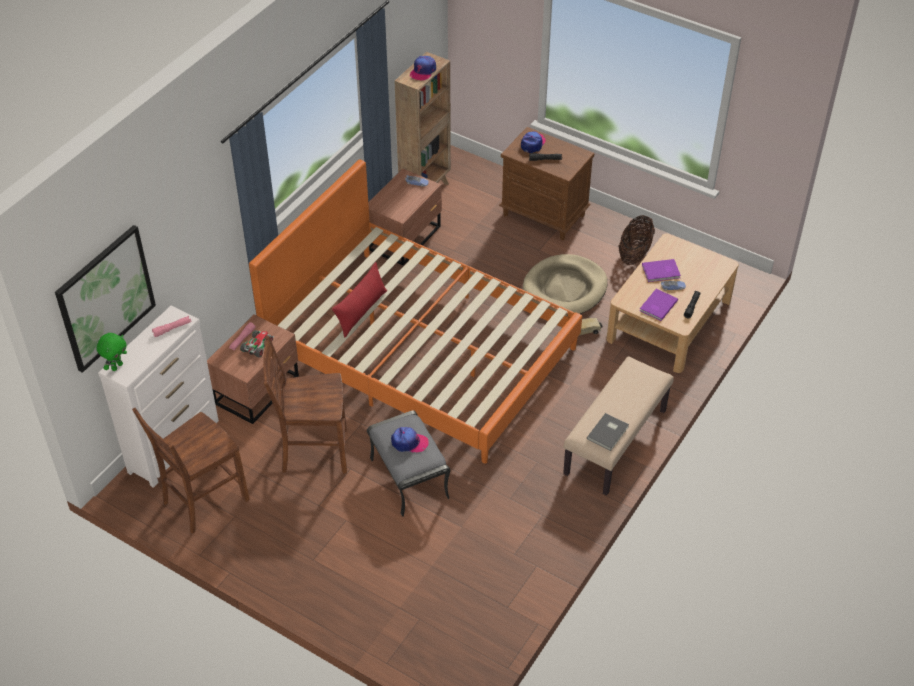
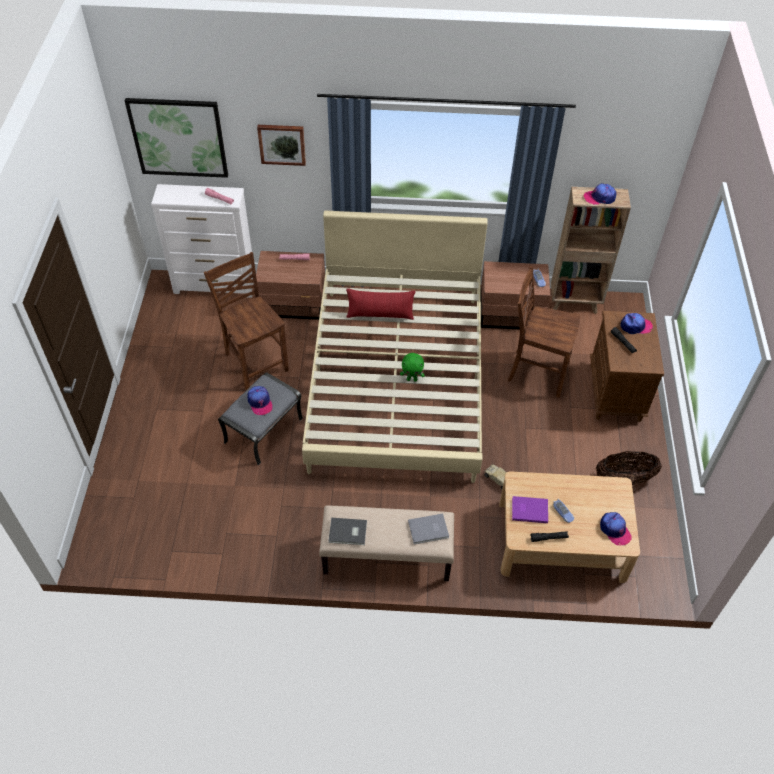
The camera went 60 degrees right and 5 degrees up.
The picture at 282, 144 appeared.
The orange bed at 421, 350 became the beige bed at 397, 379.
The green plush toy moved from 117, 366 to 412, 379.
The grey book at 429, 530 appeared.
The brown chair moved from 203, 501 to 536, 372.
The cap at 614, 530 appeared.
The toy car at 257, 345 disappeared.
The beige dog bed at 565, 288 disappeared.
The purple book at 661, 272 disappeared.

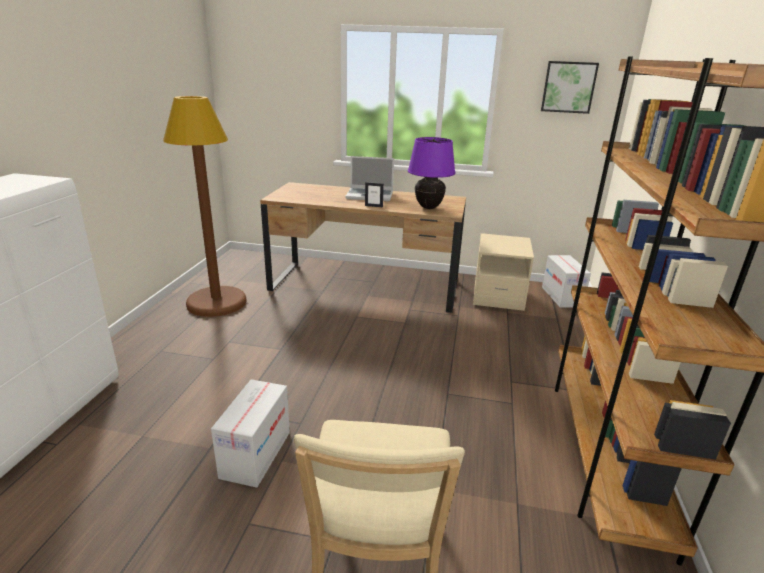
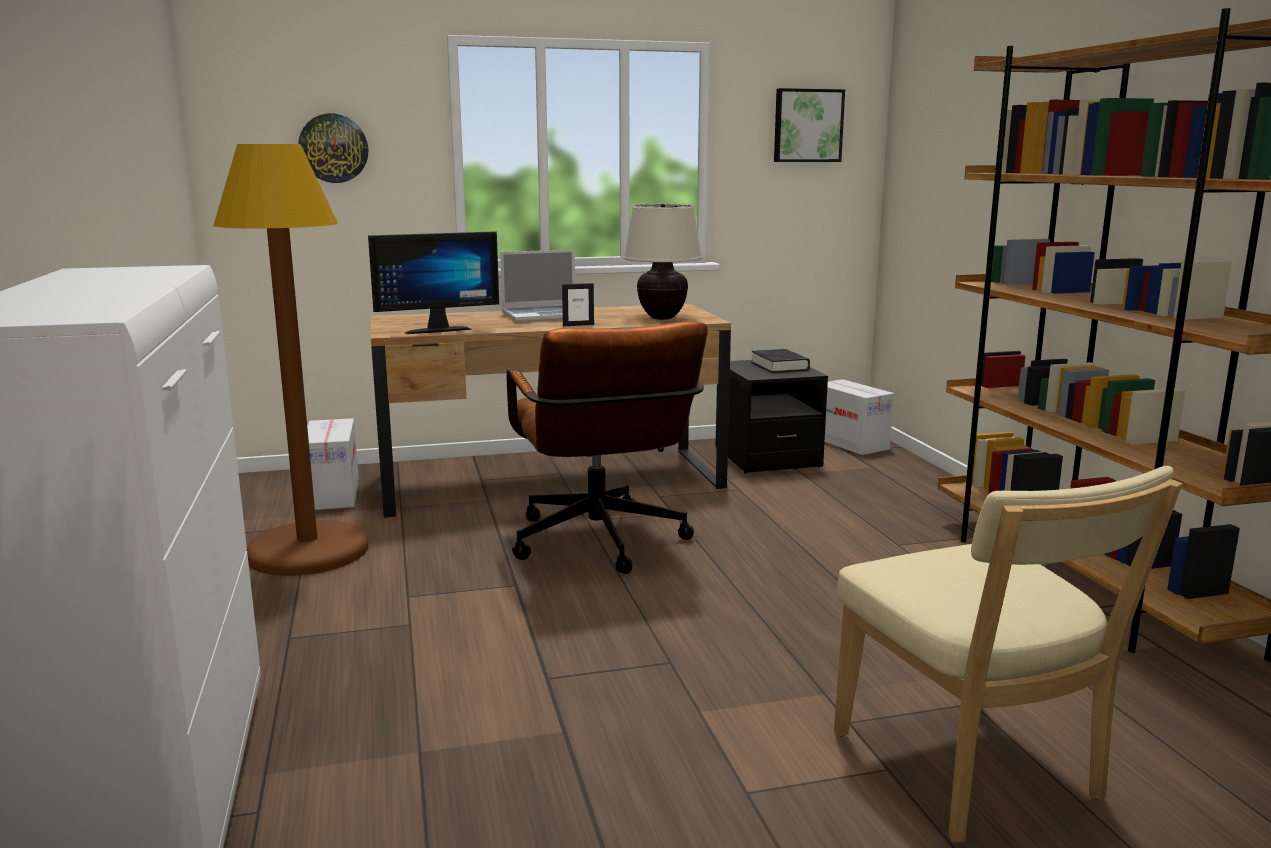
The camera went 25 degrees left and 10 degrees down.
The wall clock at 333, 148 appeared.
The cardboard box moved from 255, 454 to 333, 494.
The monitor at 436, 330 appeared.
The brown office chair at 602, 546 appeared.
The purple table lamp at 428, 207 became the beige table lamp at 662, 318.
The beige nightstand at 498, 296 became the black nightstand at 767, 458.
The black book at 779, 366 appeared.

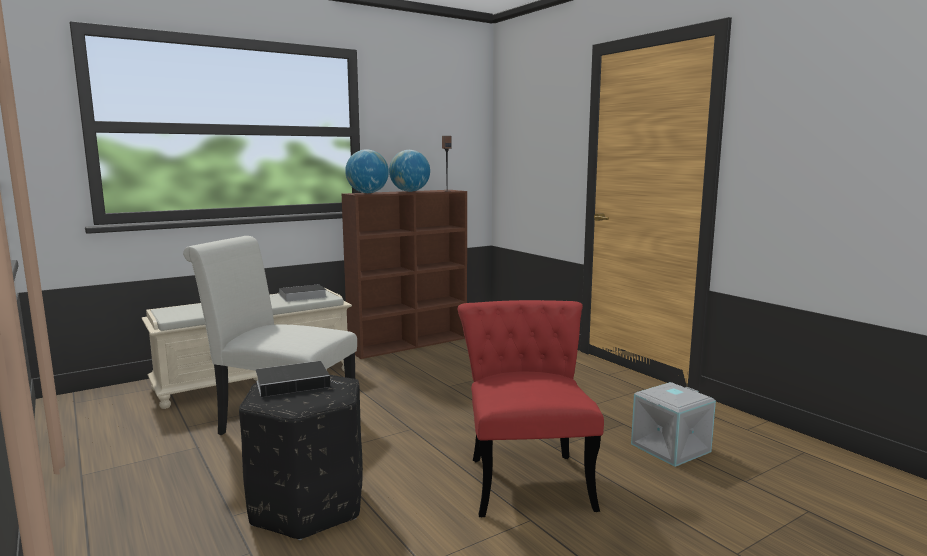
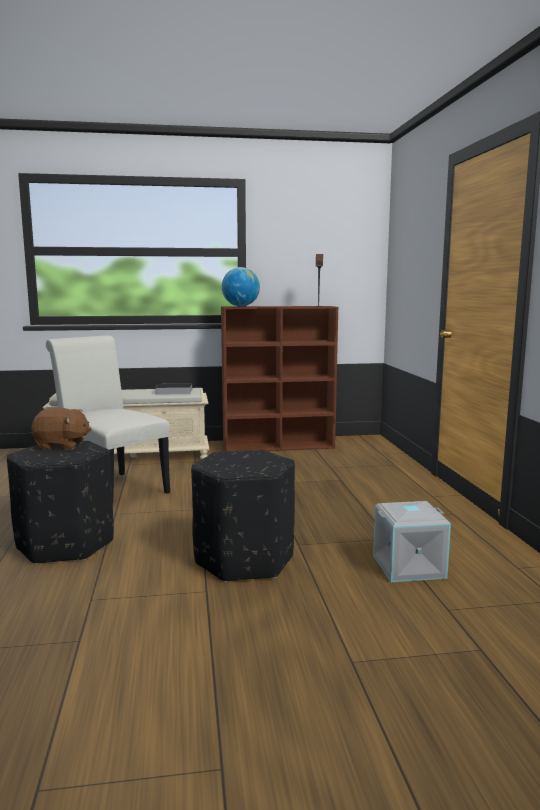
The camera went 25 degrees right and 0 degrees up.
The book at 295, 383 was replaced by the brown plush toy at 62, 446.
The red chair at 526, 476 was replaced by the black ottoman at 245, 560.
The globe at 409, 191 disappeared.

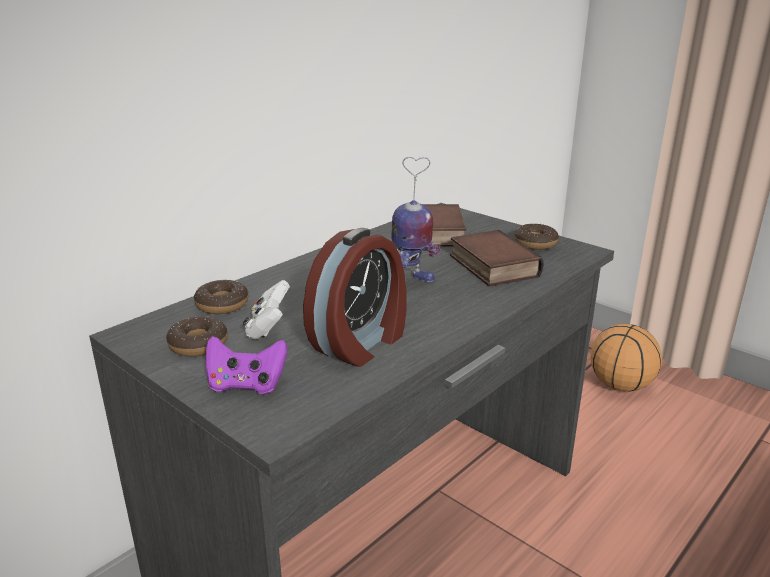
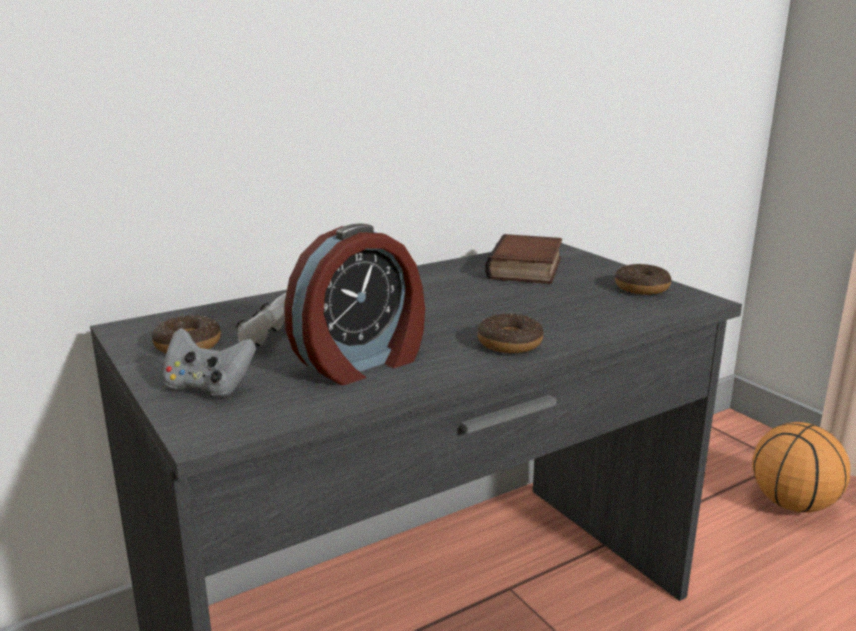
The camera went 15 degrees right and 5 degrees down.
The purple game controller at 246, 385 became the grey game controller at 208, 387.
The donut moved from 222, 304 to 509, 343.
The toy robot at 409, 285 disappeared.
The book at 490, 266 disappeared.

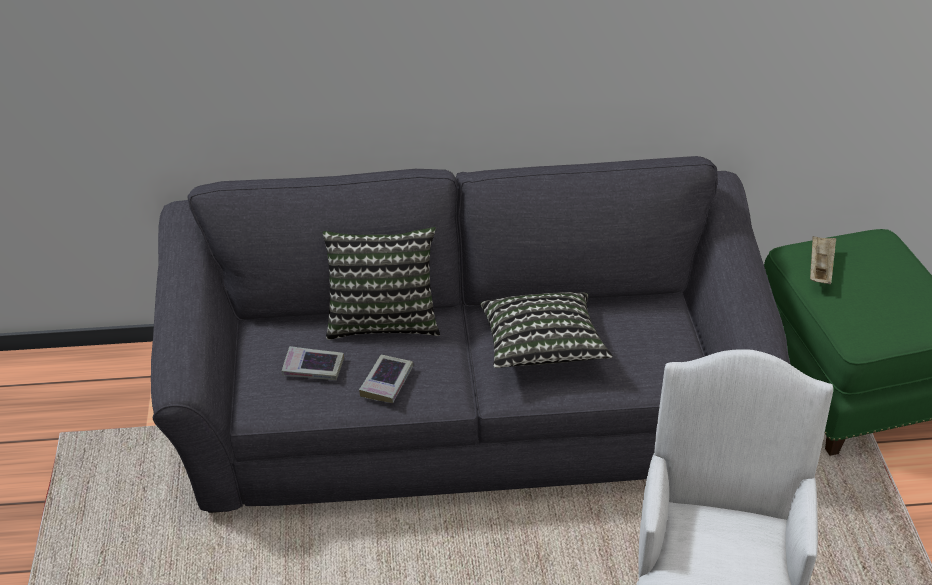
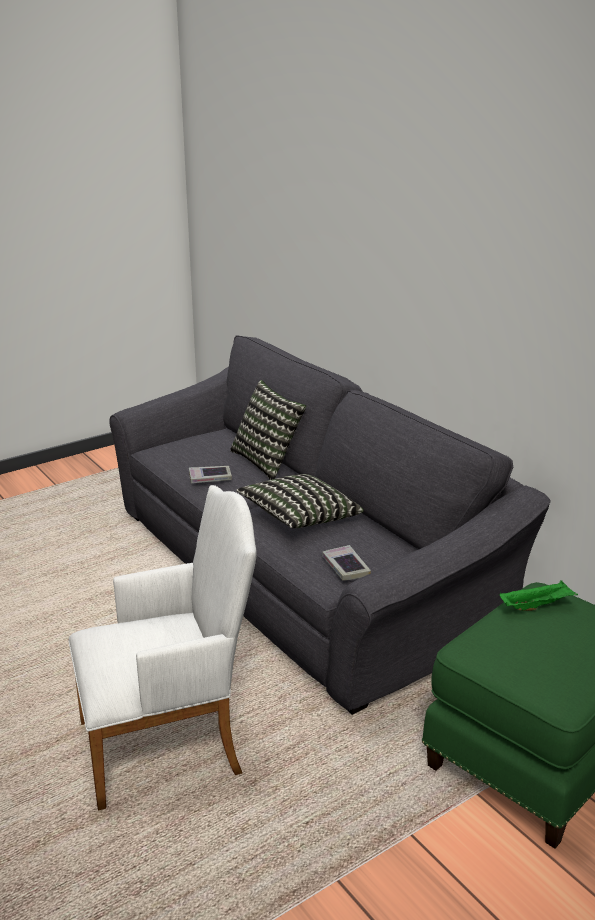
The camera went 60 degrees right and 15 degrees down.
The book moved from 313, 368 to 345, 567.
The beige tray at 819, 269 became the green tray at 536, 605.

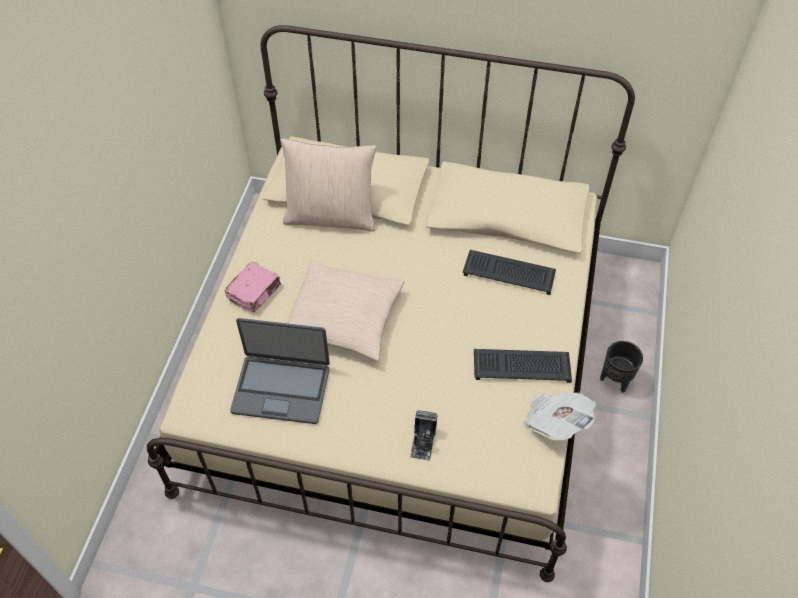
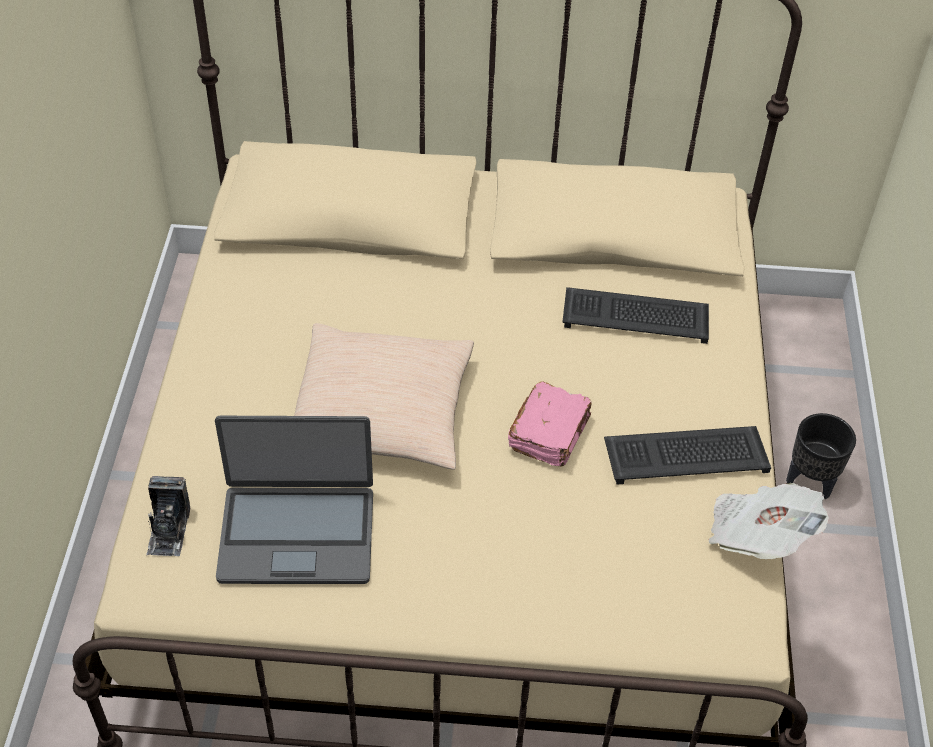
The camera went 10 degrees left and 5 degrees down.
The photo camera moved from 423, 442 to 169, 530.
The pink book moved from 255, 292 to 550, 433.
The beige pillow at 331, 216 disappeared.

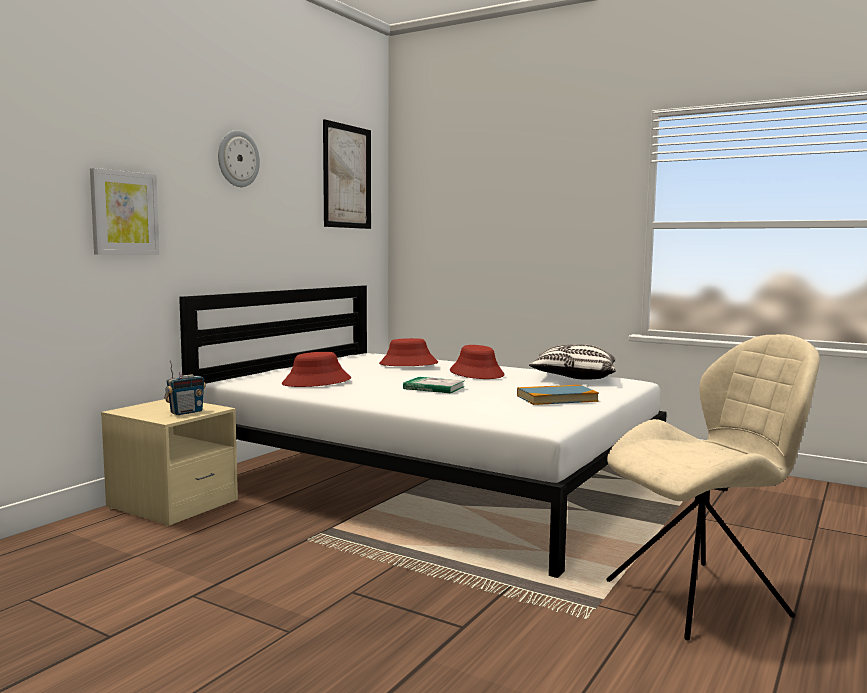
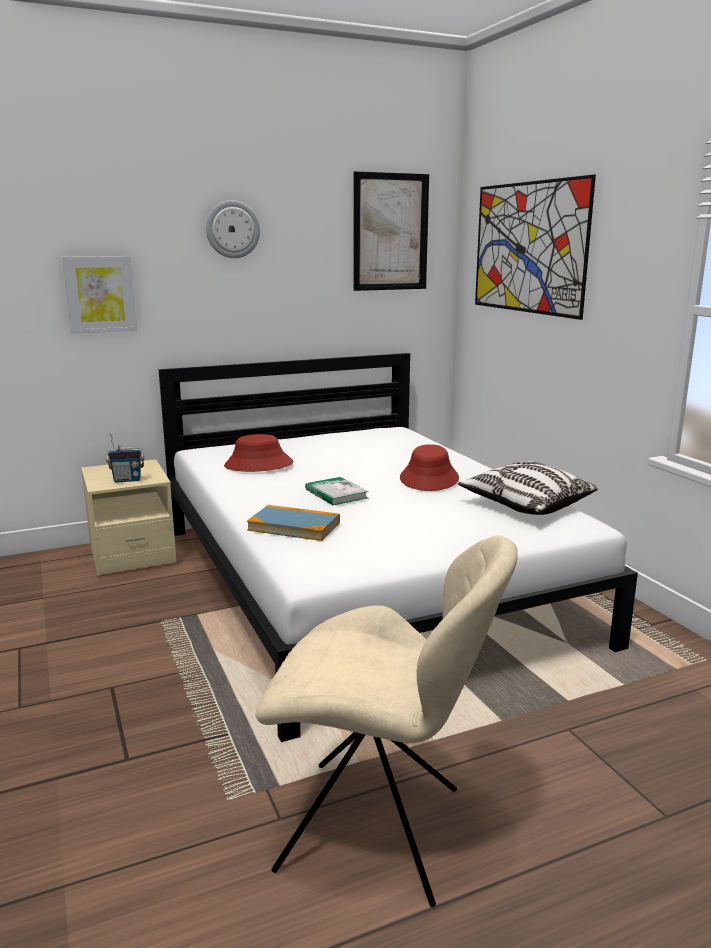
The camera went 35 degrees right and 10 degrees up.
The book moved from 557, 398 to 294, 526.
The picture at 528, 248 appeared.
The red hat at 408, 364 disappeared.

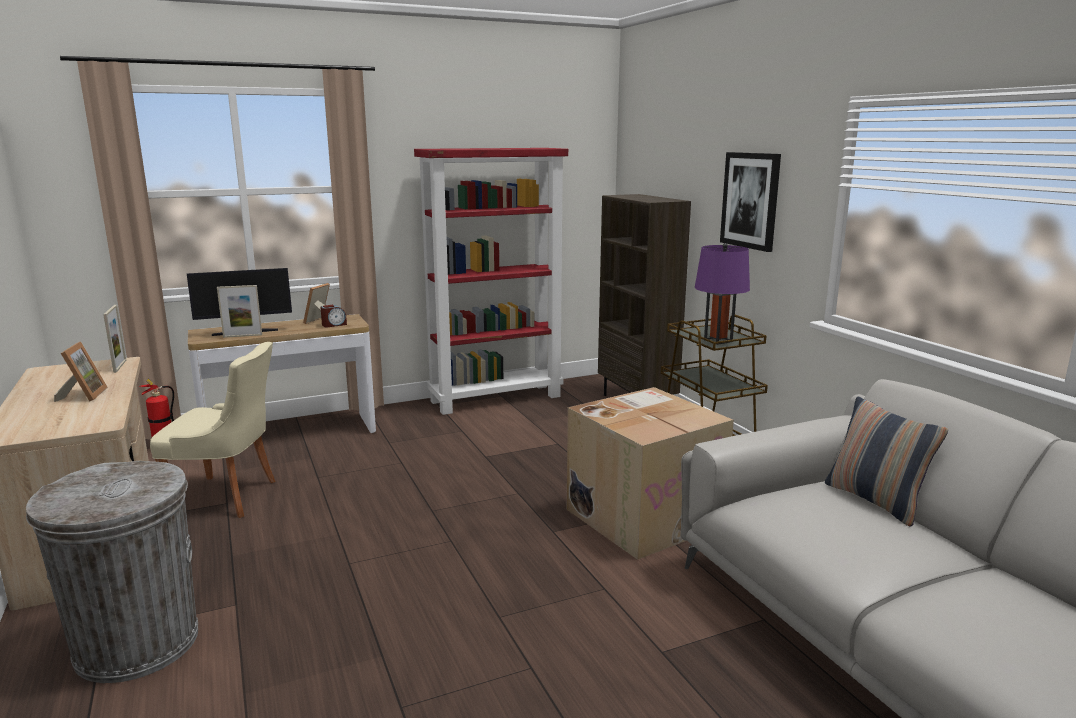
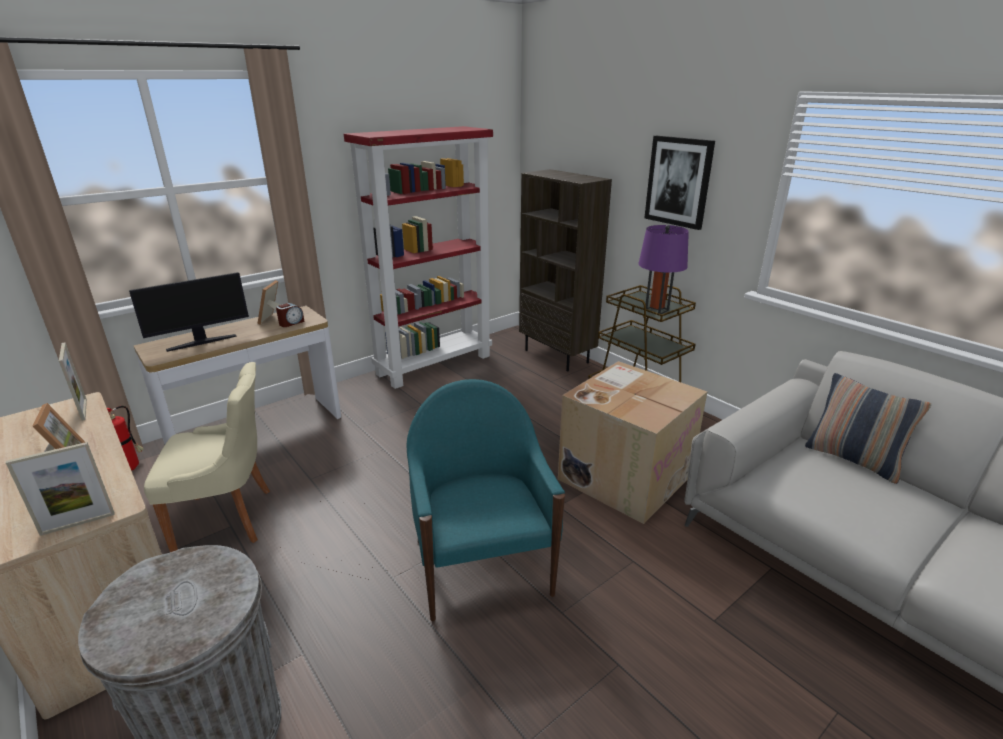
The camera went 15 degrees left and 10 degrees up.
The picture frame moved from 242, 336 to 78, 523.
The turquoise armchair at 482, 565 appeared.

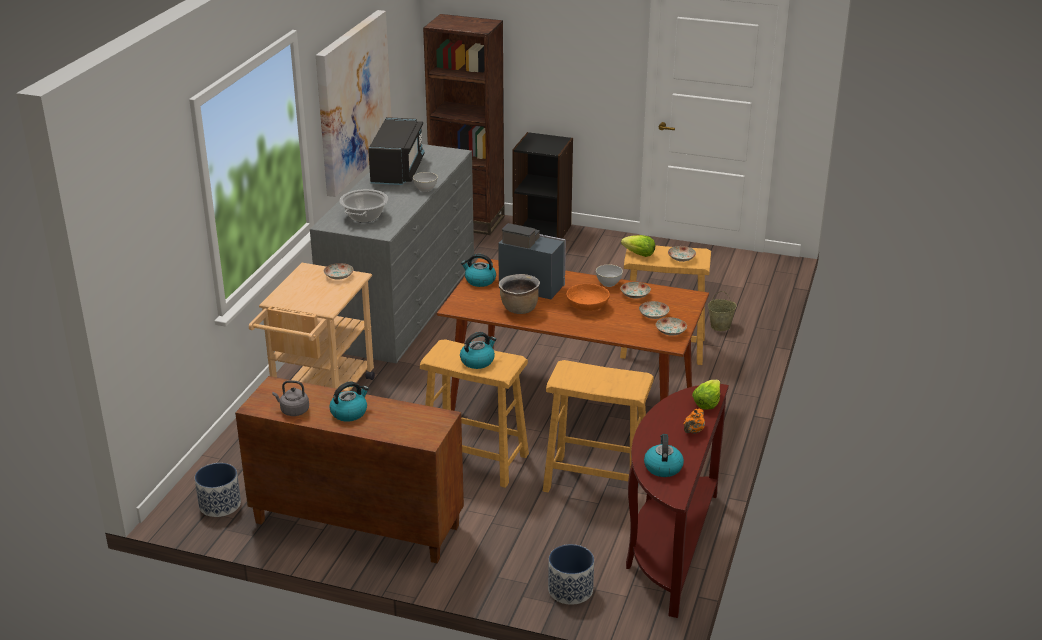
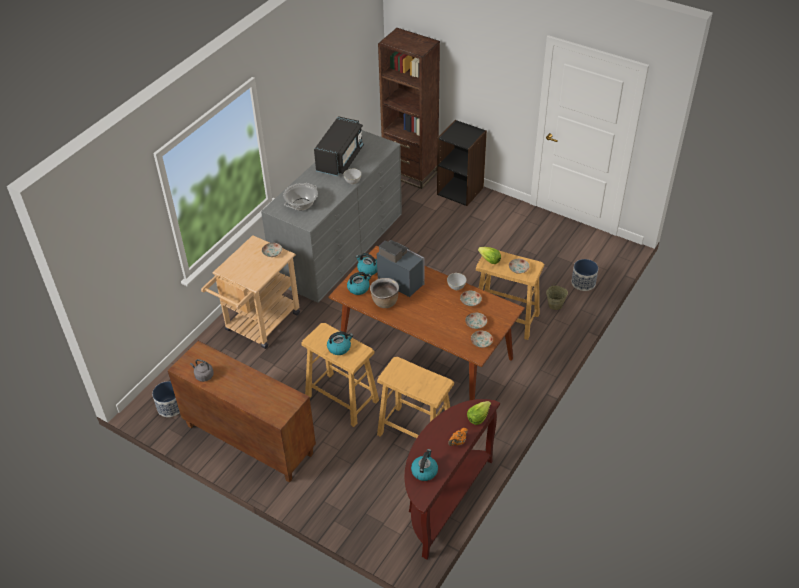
The camera went 15 degrees right and 15 degrees up.
The kettle moved from 349, 412 to 359, 288.
The planter moved from 570, 590 to 583, 282.
The picture at 352, 101 disappeared.
The orange bowl at 587, 306 disappeared.

